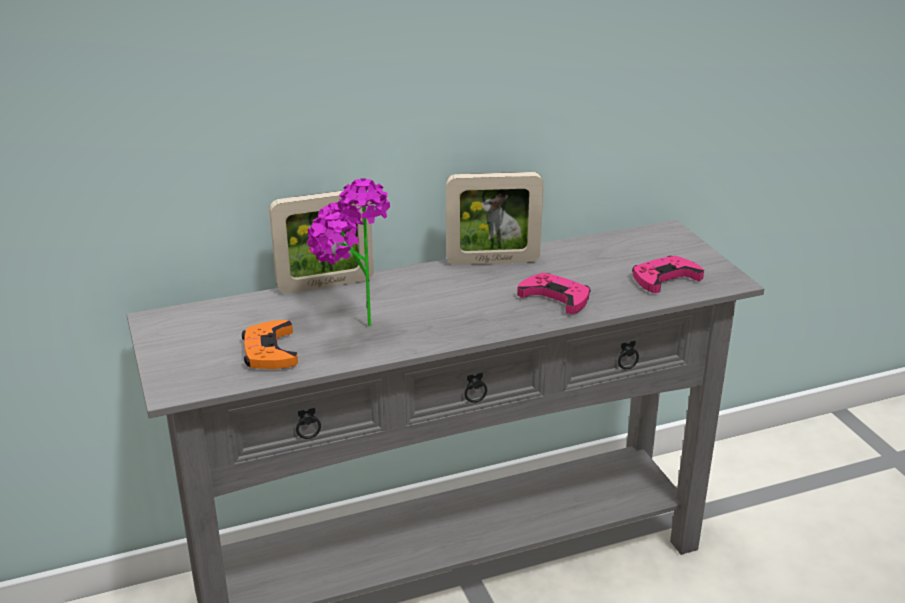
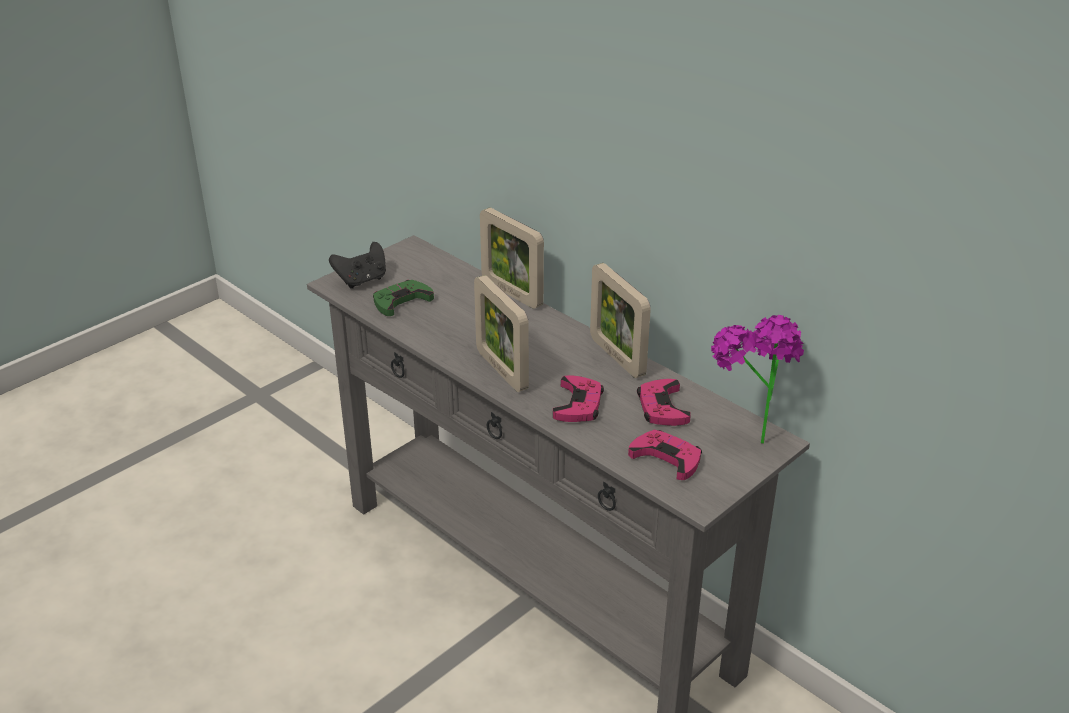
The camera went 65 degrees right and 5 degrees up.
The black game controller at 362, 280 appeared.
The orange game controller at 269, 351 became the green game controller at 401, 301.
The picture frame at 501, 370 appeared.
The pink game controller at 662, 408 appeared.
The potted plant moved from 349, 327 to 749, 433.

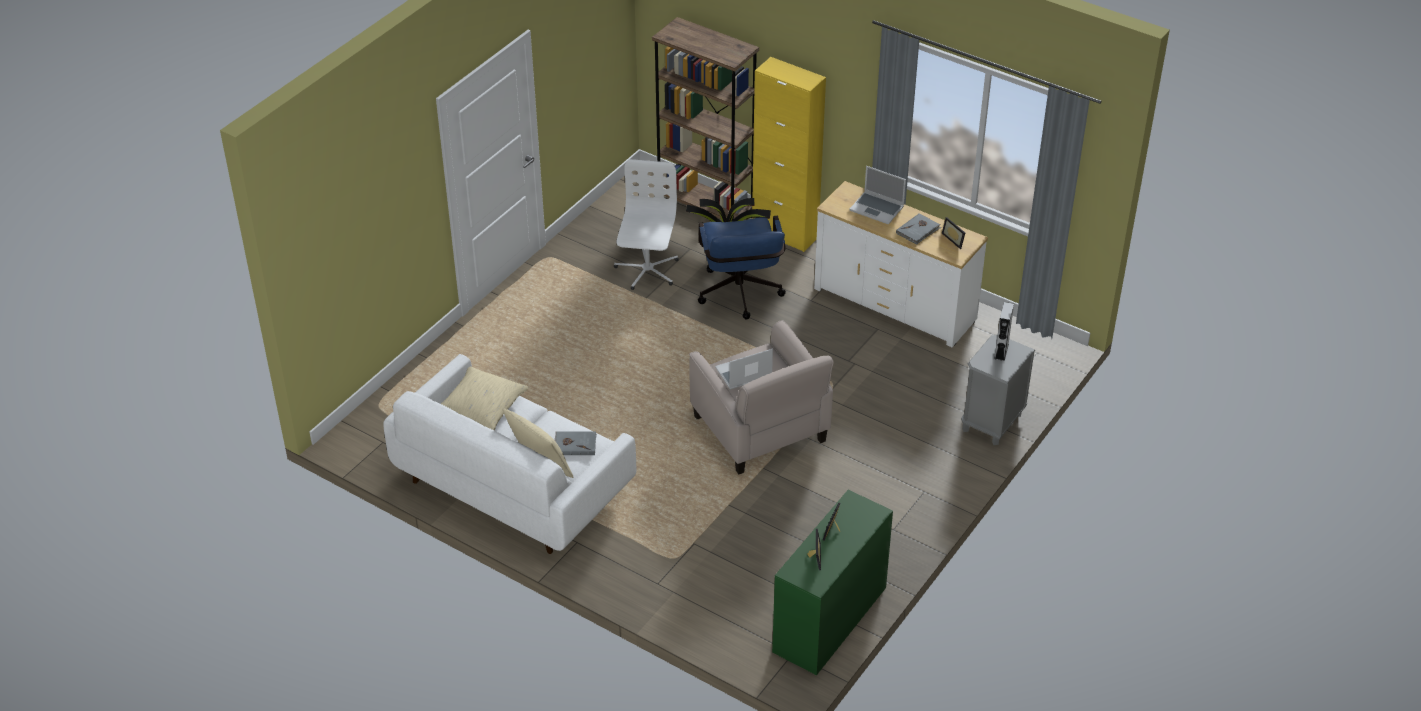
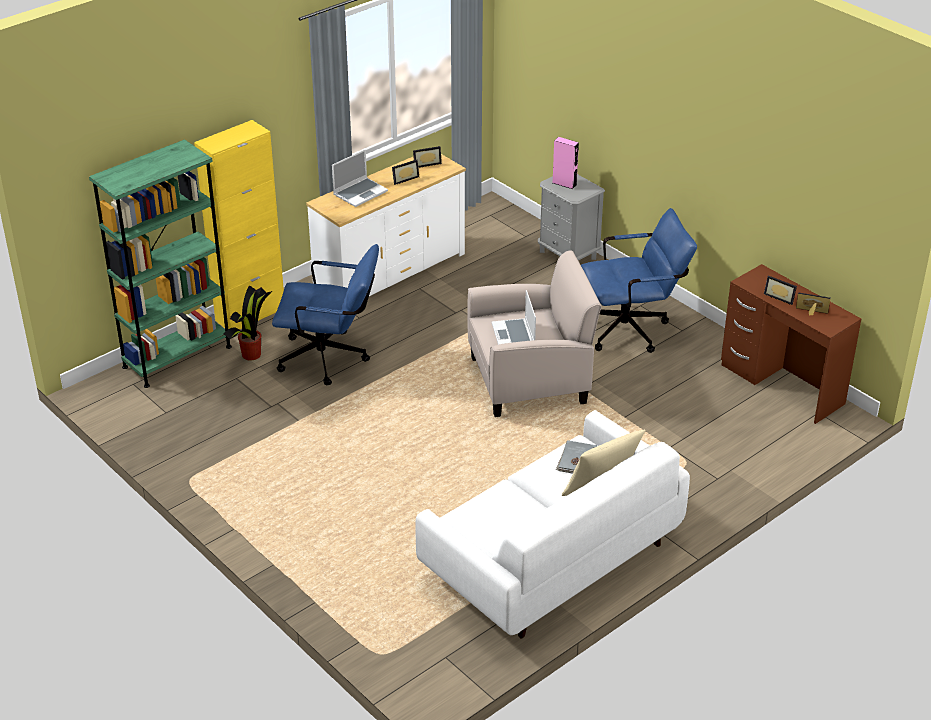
The camera went 75 degrees left and 5 degrees down.
The brown bookcase at 705, 209 became the green bookcase at 177, 357.
The grey book at 918, 230 was replaced by the picture frame at 404, 178.
The grey speaker at 1001, 351 became the pink speaker at 564, 184.
The blue office chair at 632, 329 appeared.
The green desk at 830, 620 became the brown desk at 782, 384.
The beige pillow at 482, 407 disappeared.
The white office chair at 647, 270 disappeared.

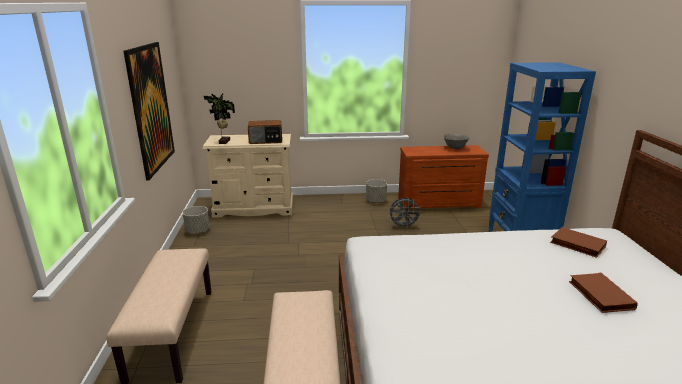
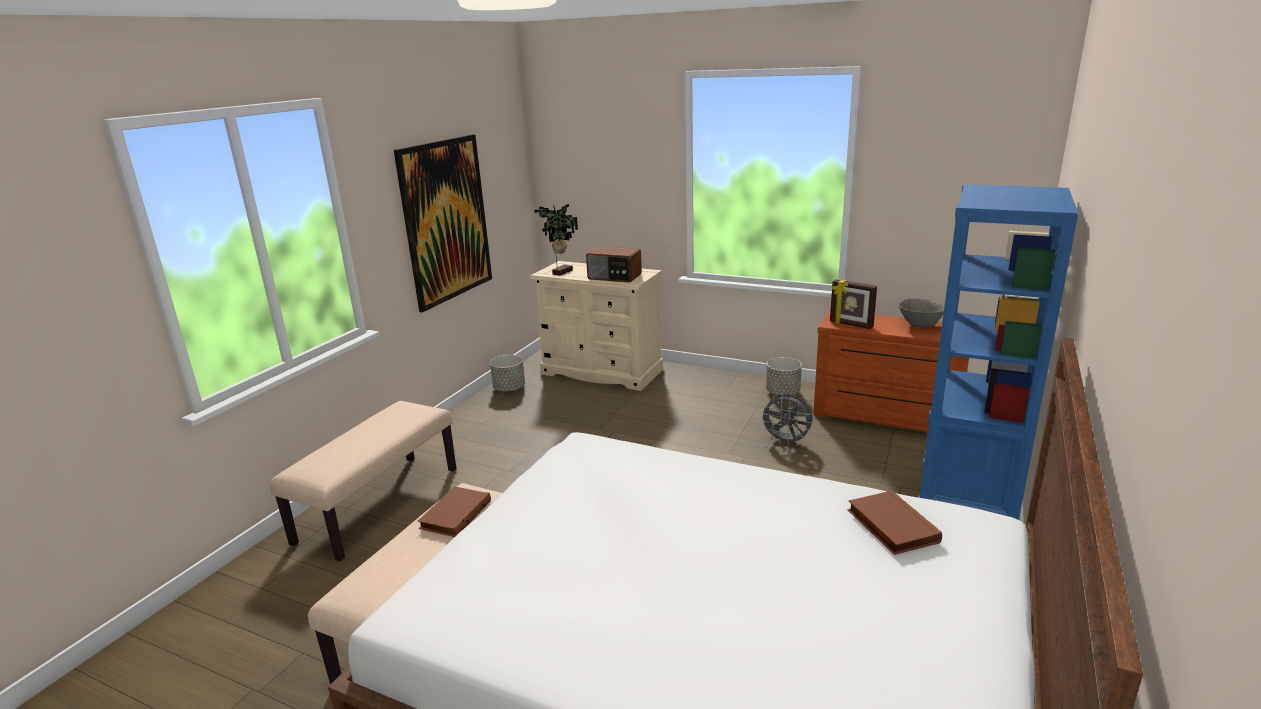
The camera went 30 degrees right and 0 degrees up.
The brown book moved from 599, 295 to 454, 514.
The picture frame at 850, 325 appeared.

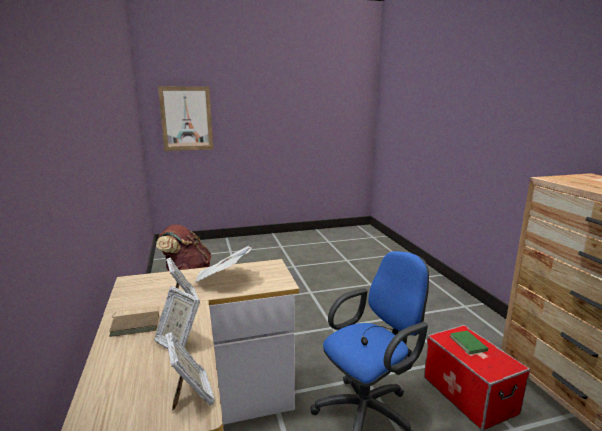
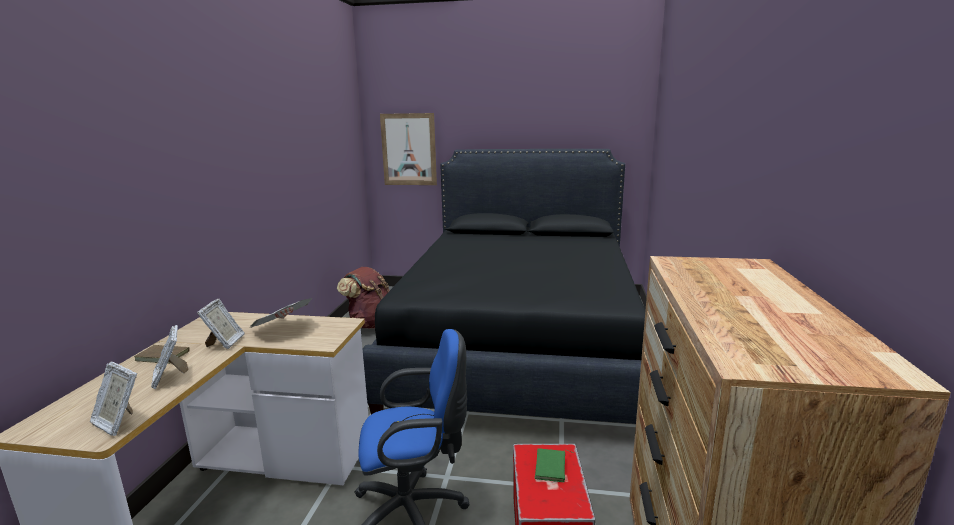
The camera went 25 degrees right and 0 degrees up.
The picture frame at 192, 395 turned 120 degrees clockwise.
The black bed at 520, 344 appeared.

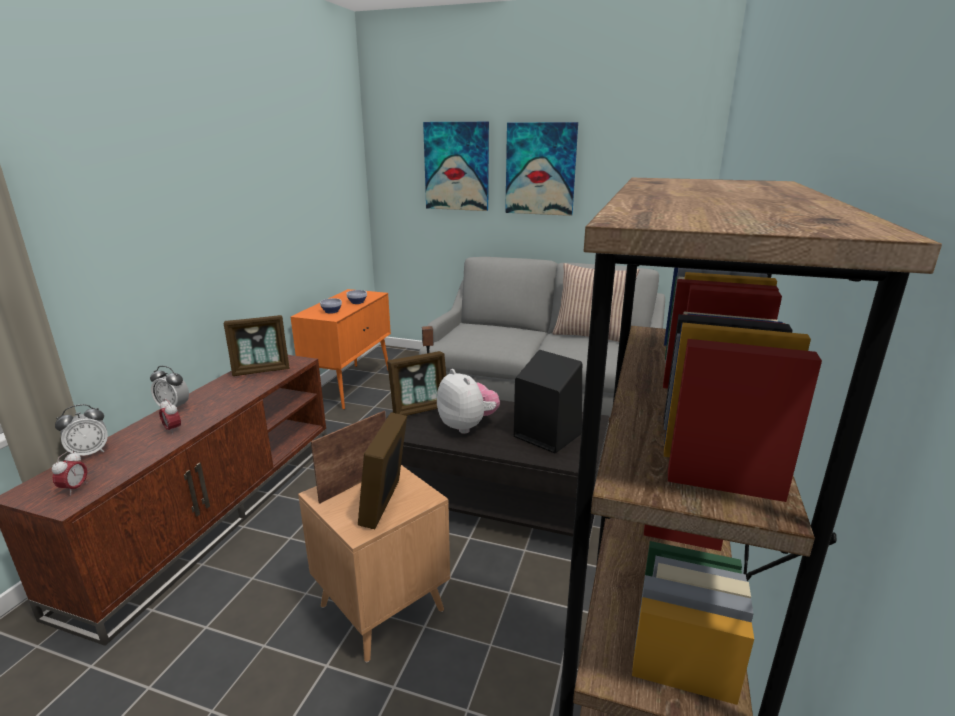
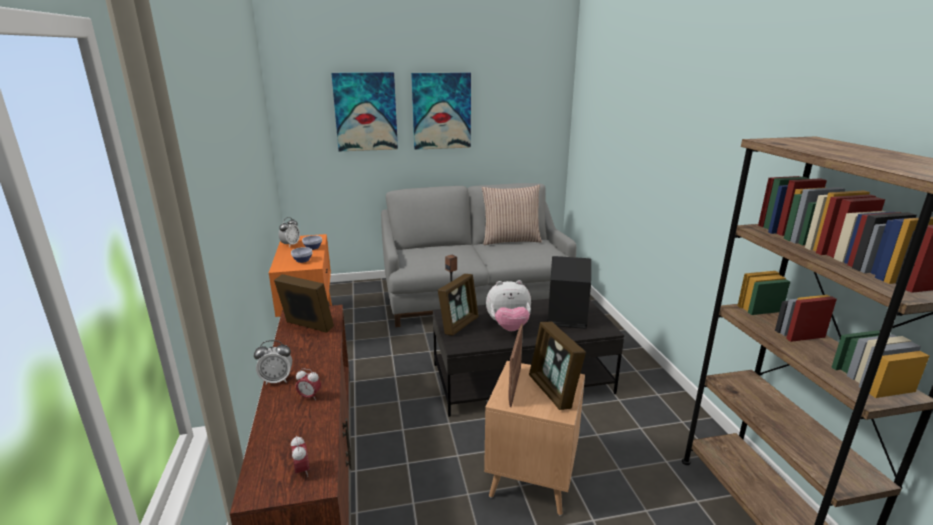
The camera went 30 degrees left and 0 degrees up.
The picture frame at 261, 370 turned 105 degrees counterclockwise.
The alarm clock moved from 89, 453 to 290, 245.
The plush toy at 467, 426 turned 150 degrees clockwise.

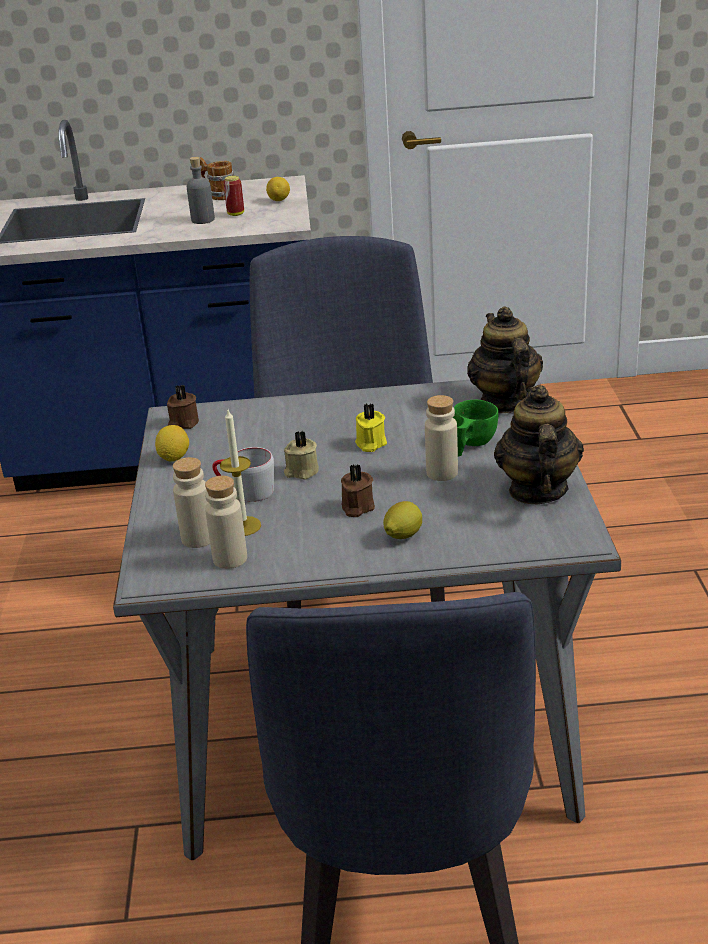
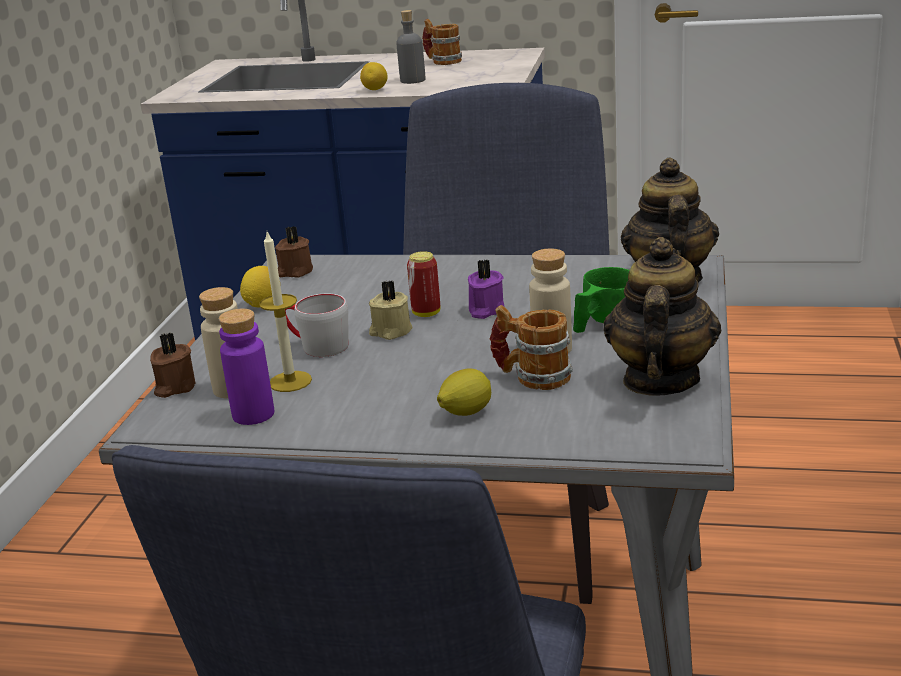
The camera went 15 degrees right and 5 degrees down.
The brown candle moved from 356, 507 to 174, 387.
The beige bottle at 230, 559 became the purple bottle at 253, 414.
The lemon moved from 279, 200 to 375, 90.
The can moved from 236, 214 to 426, 313.
The yellow candle at 370, 444 became the purple candle at 485, 310.
The mug at 532, 376 appeared.

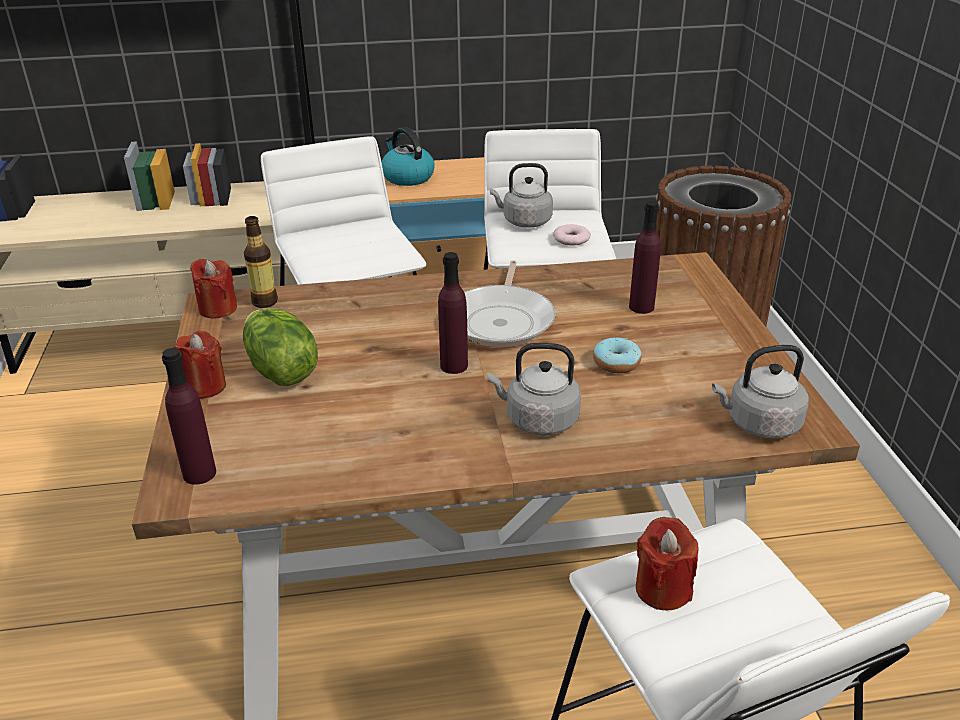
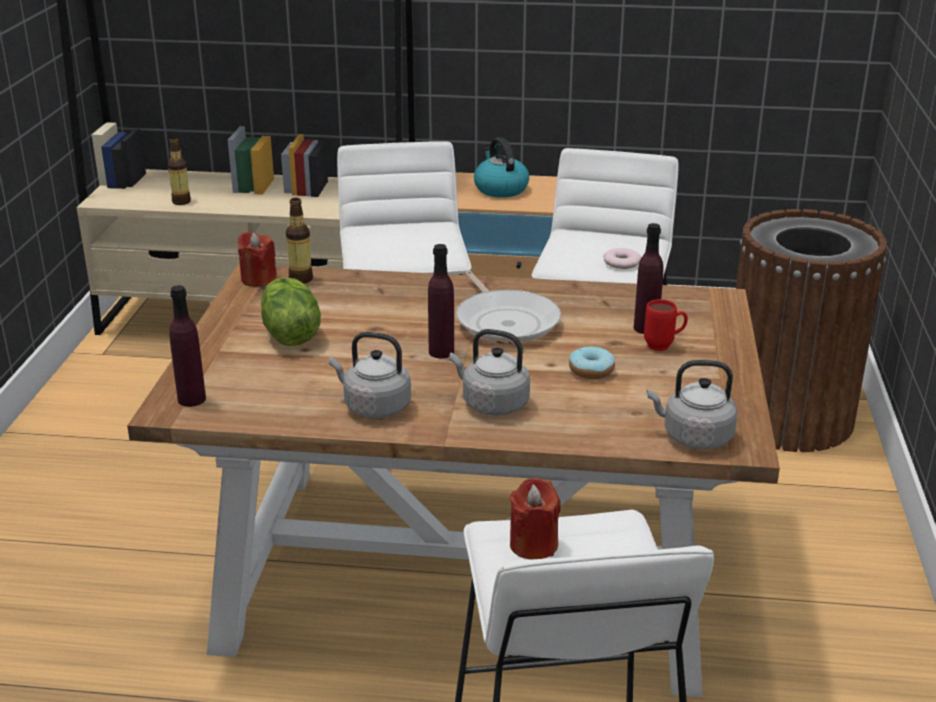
The camera went 15 degrees right and 5 degrees down.
The bottle at 181, 202 appeared.
The grey kettle moved from 524, 221 to 373, 407.
The frying pan at 501, 320 turned 45 degrees counterclockwise.
The red mug at 664, 346 appeared.
The red candle at 204, 387 disappeared.

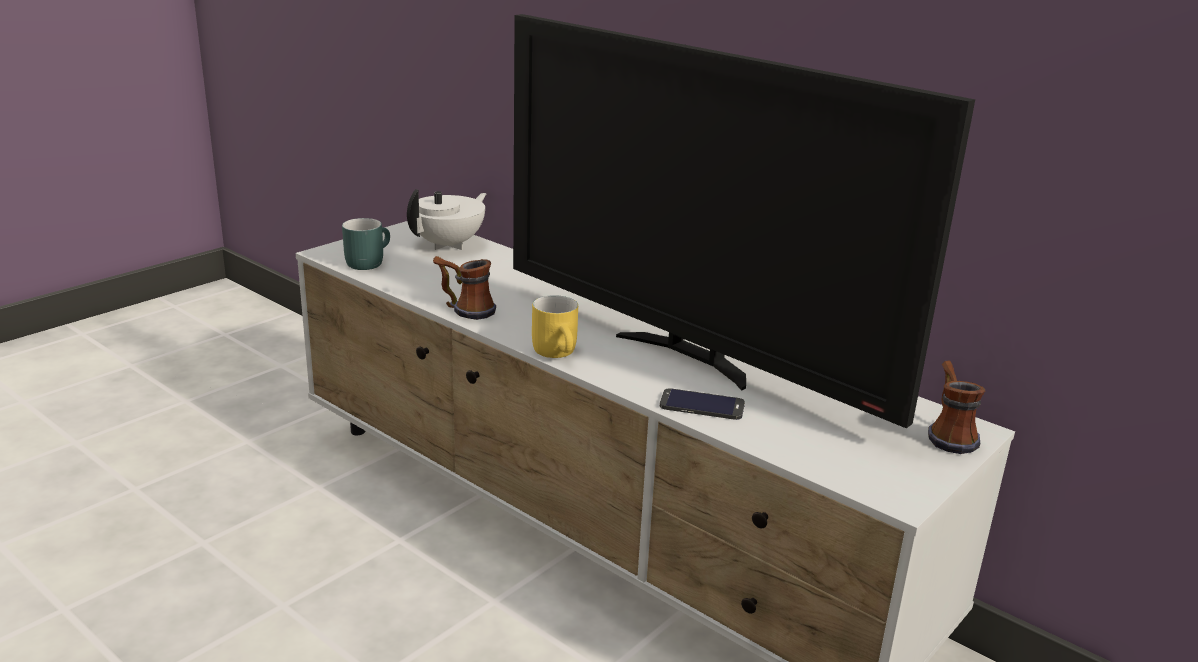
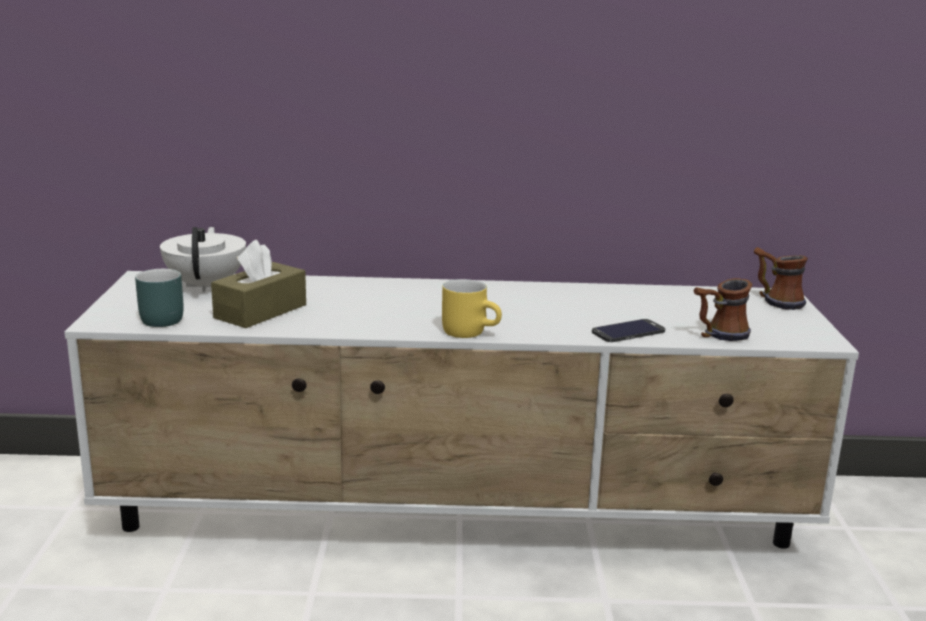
The camera went 40 degrees left and 5 degrees down.
The brown tissue box at 260, 311 appeared.
The mug moved from 464, 309 to 718, 335.
The television at 689, 357 disappeared.

